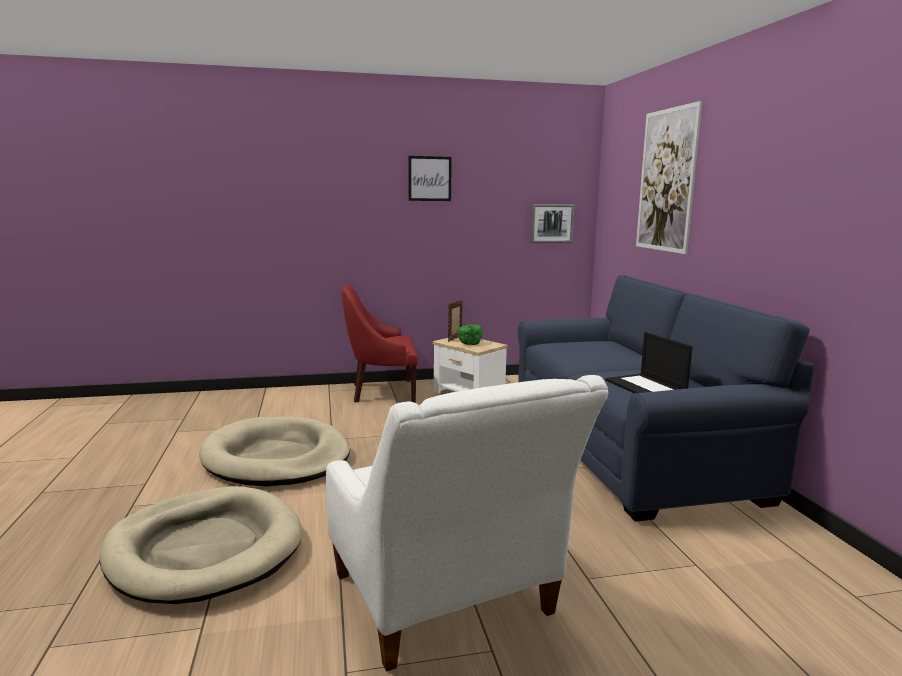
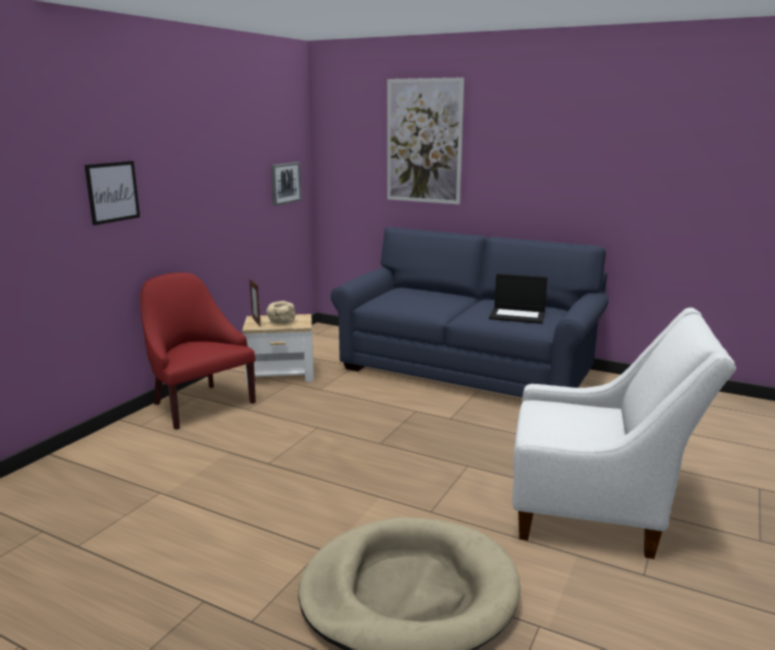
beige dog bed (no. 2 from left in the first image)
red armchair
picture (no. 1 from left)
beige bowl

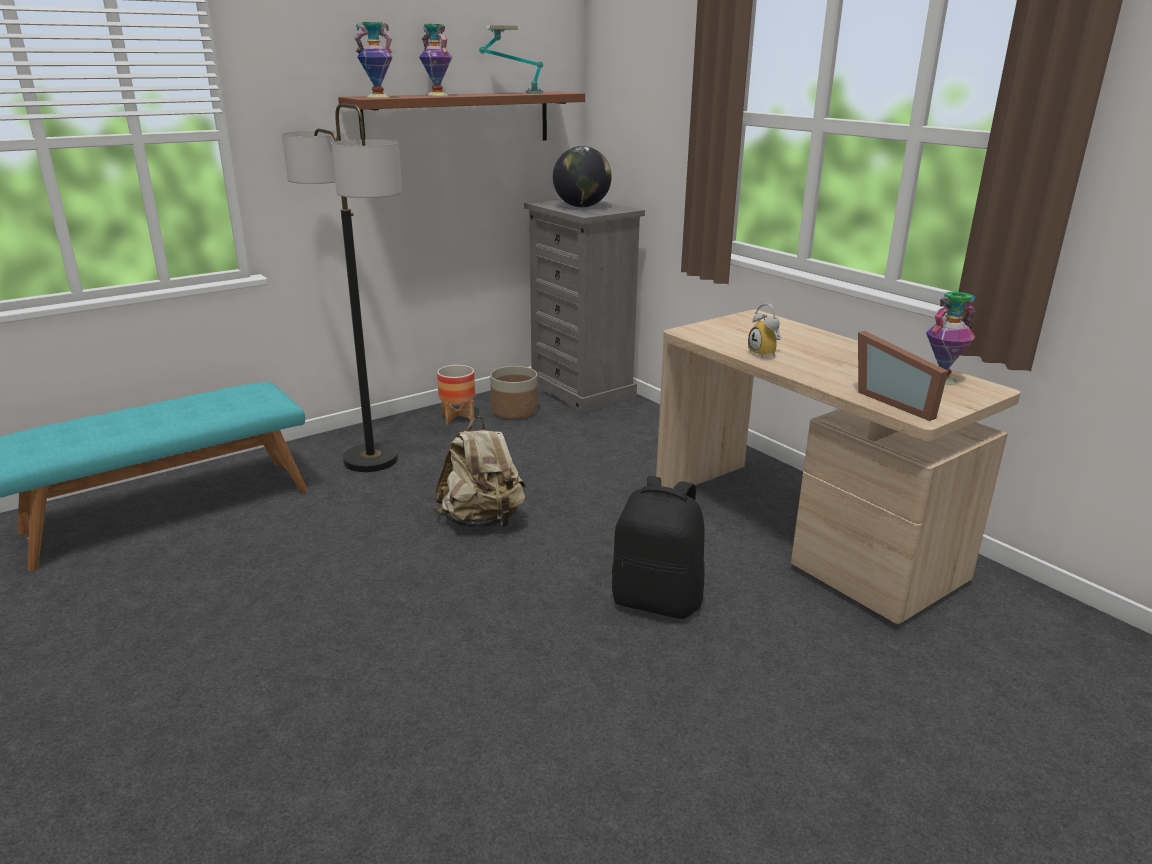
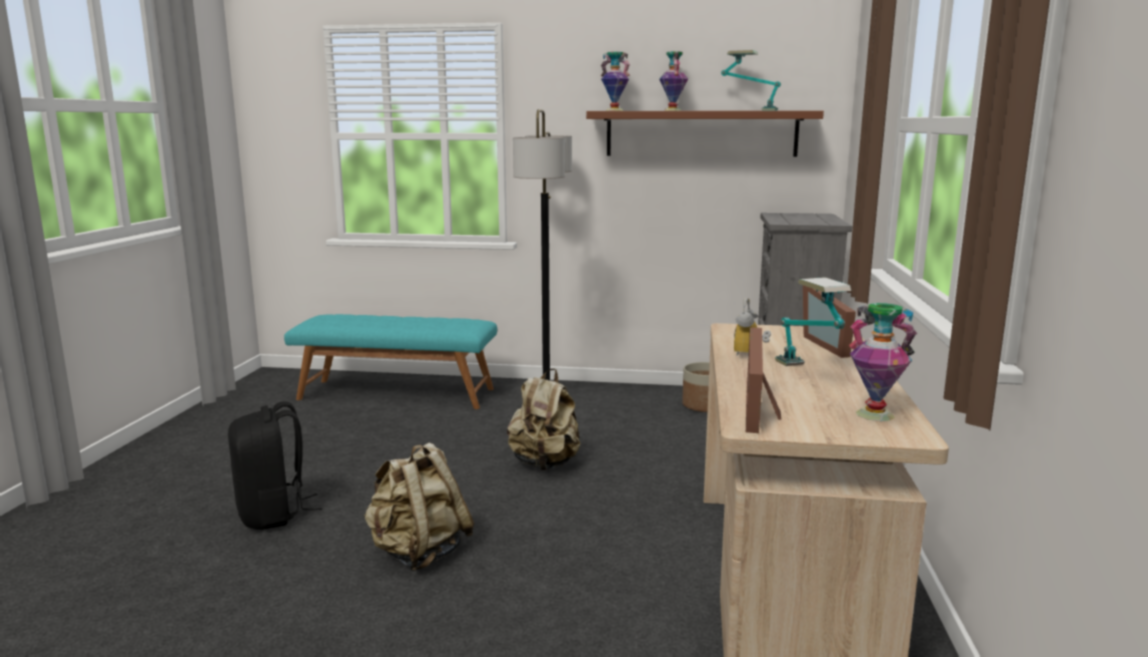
planter (no. 1 from left in the first image)
globe
black backpack
beige backpack (no. 1 from left)
table lamp (no. 2 from left)
picture frame (no. 2 from left)

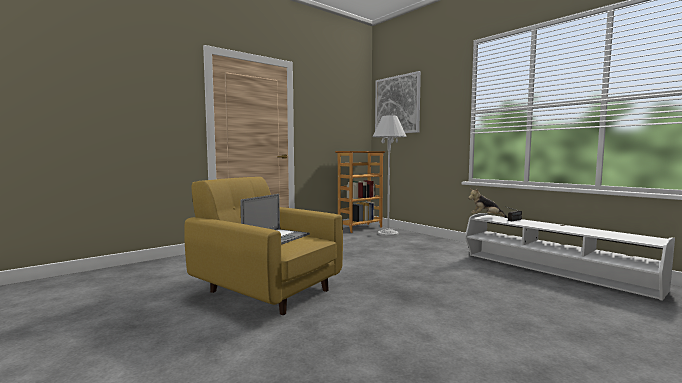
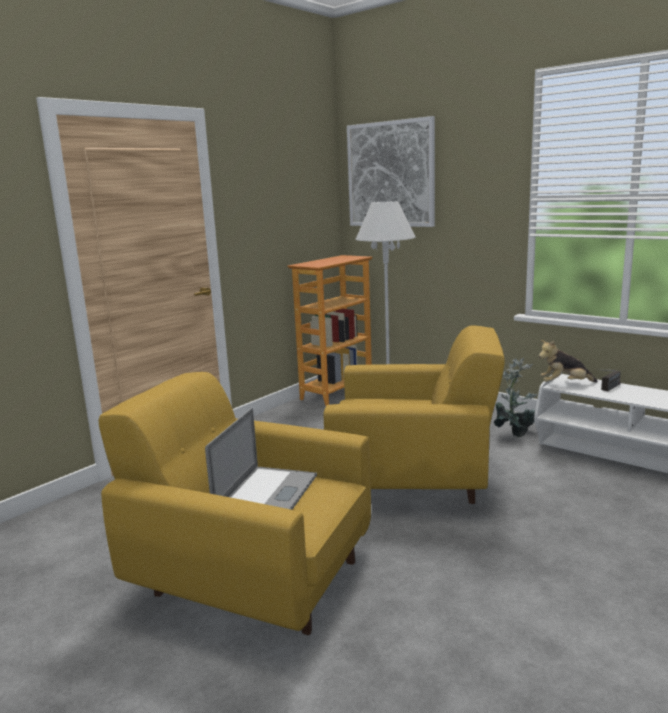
yellow armchair (no. 2 from left)
potted plant

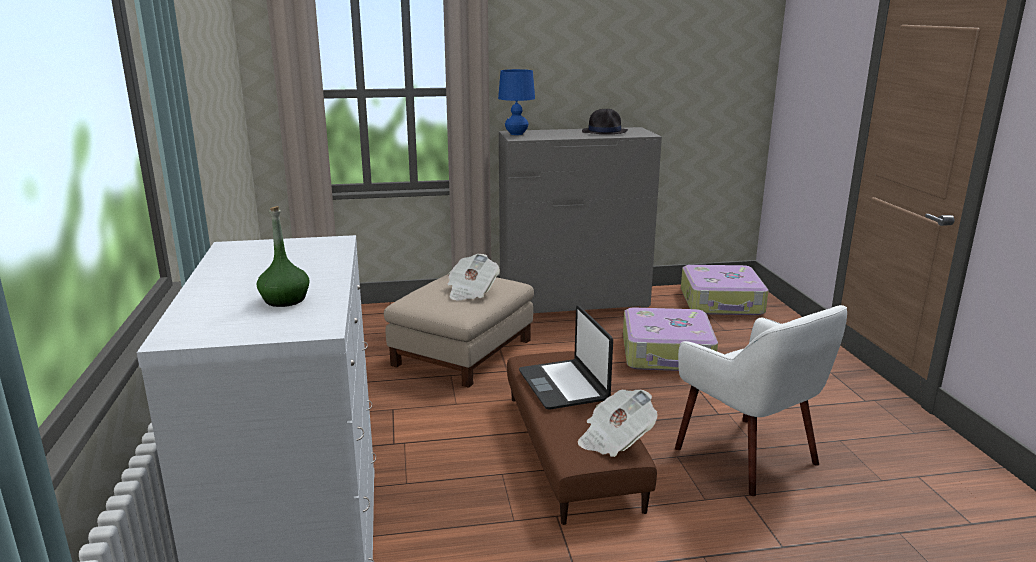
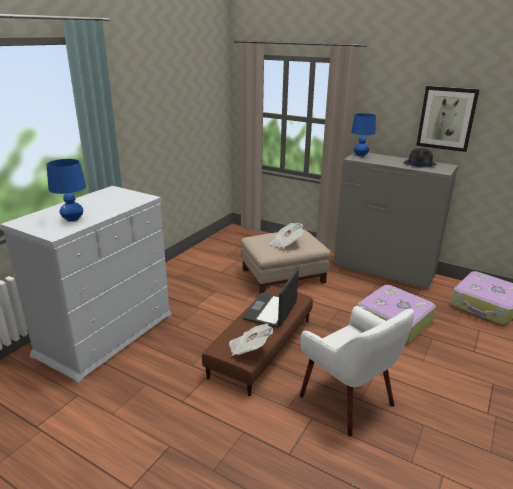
blue table lamp (no. 1 from left)
white armchair
picture

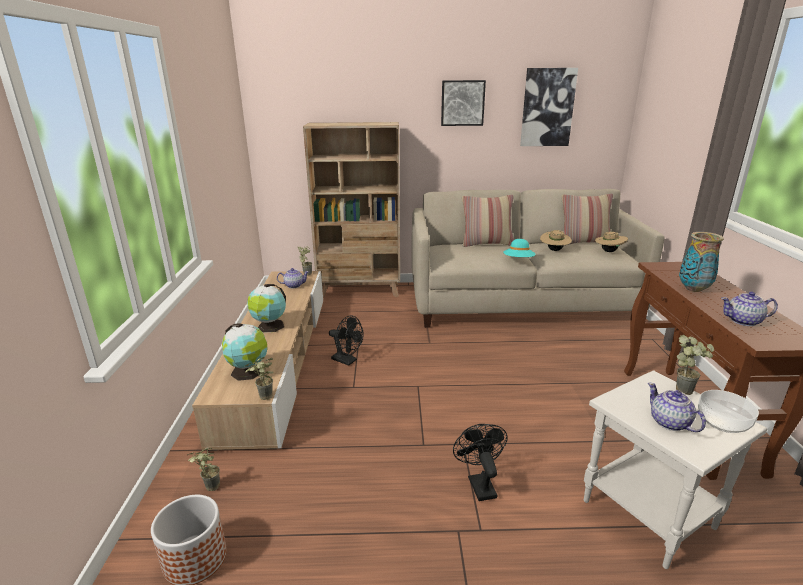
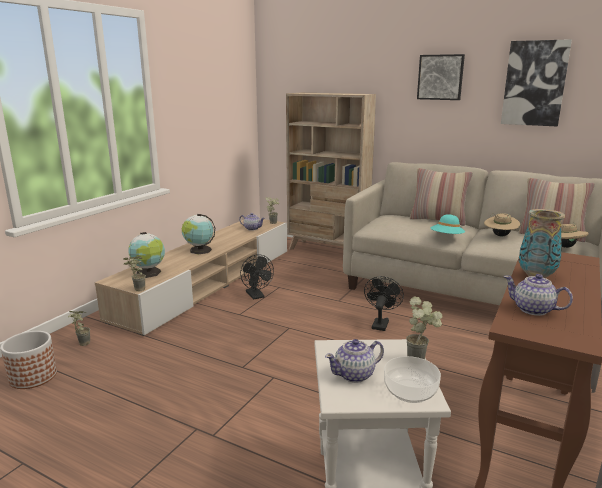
black fan (no. 2 from left)
teapot (no. 2 from left)

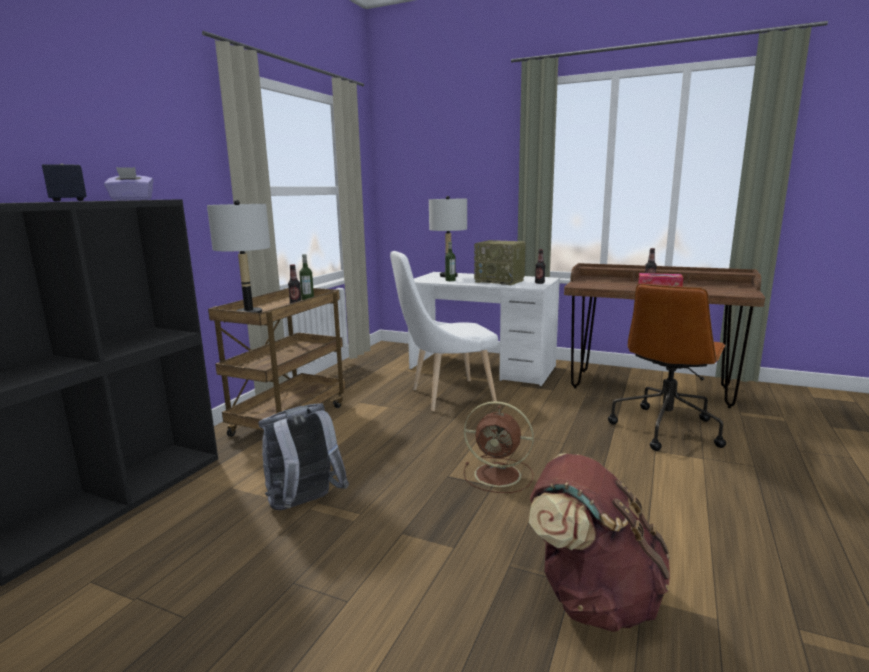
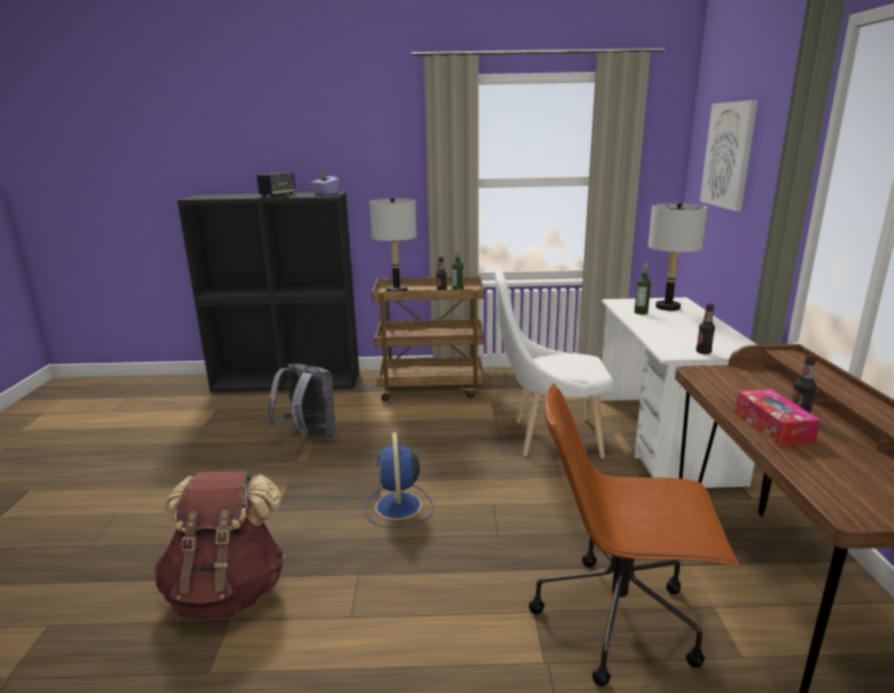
white chair
blue fan
radio
picture

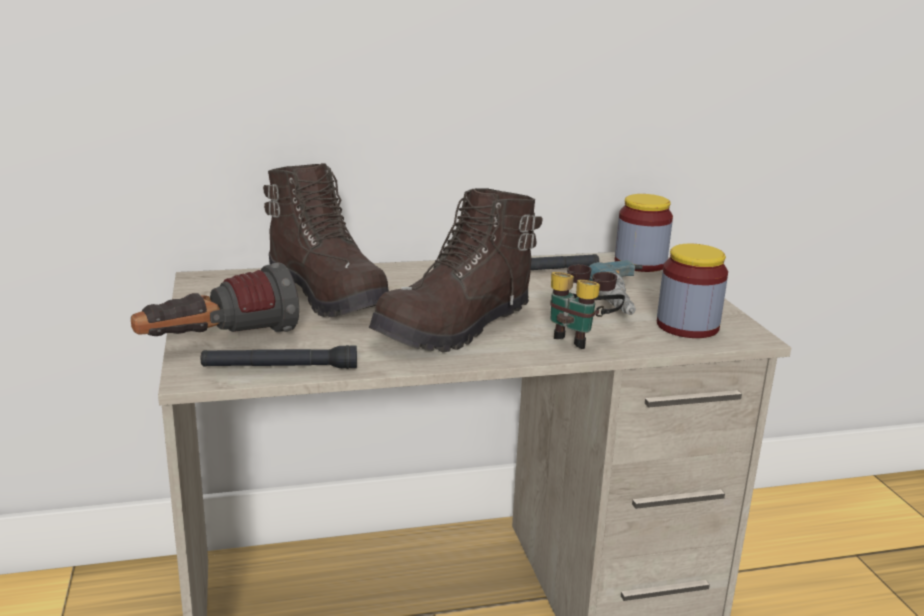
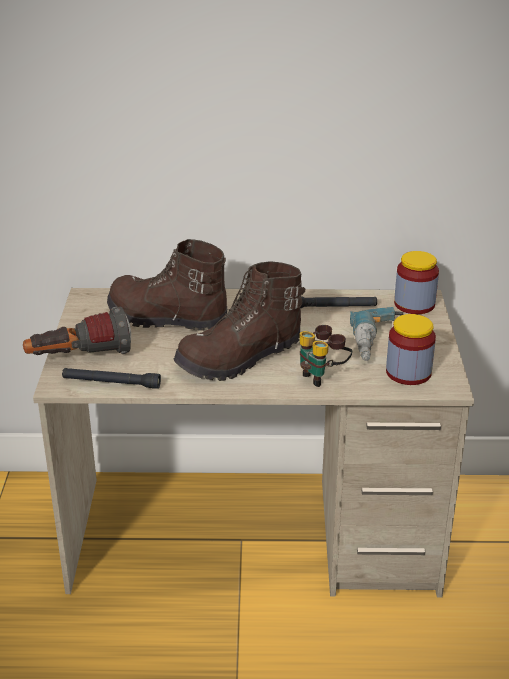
brown boot (no. 1 from left)

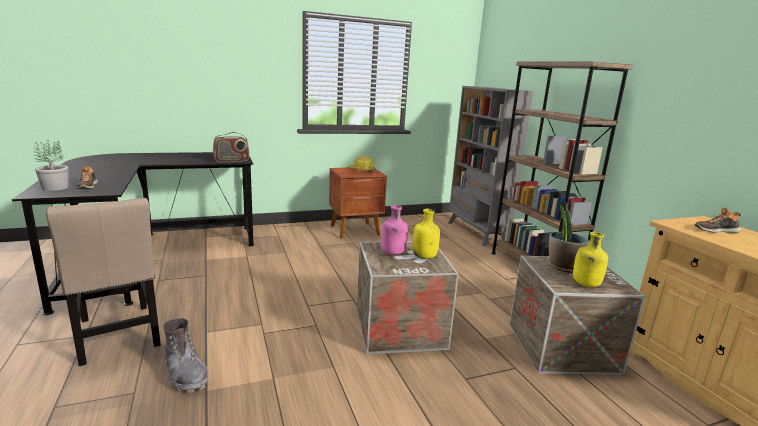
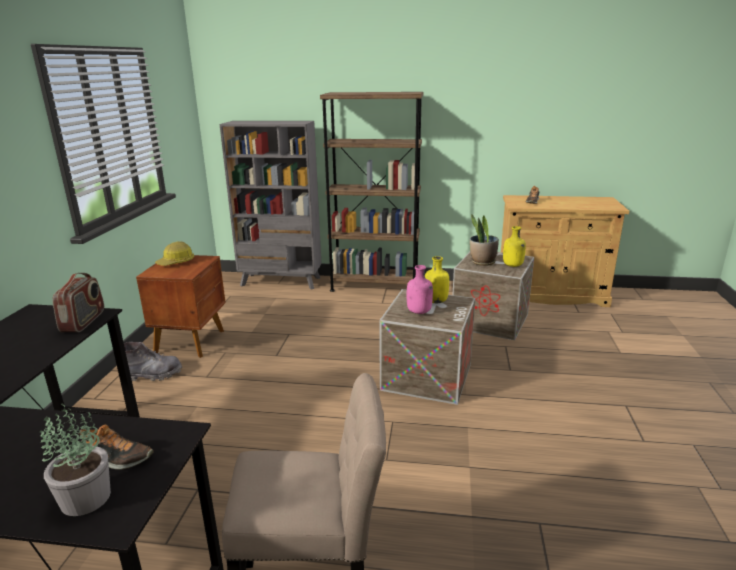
grey boot

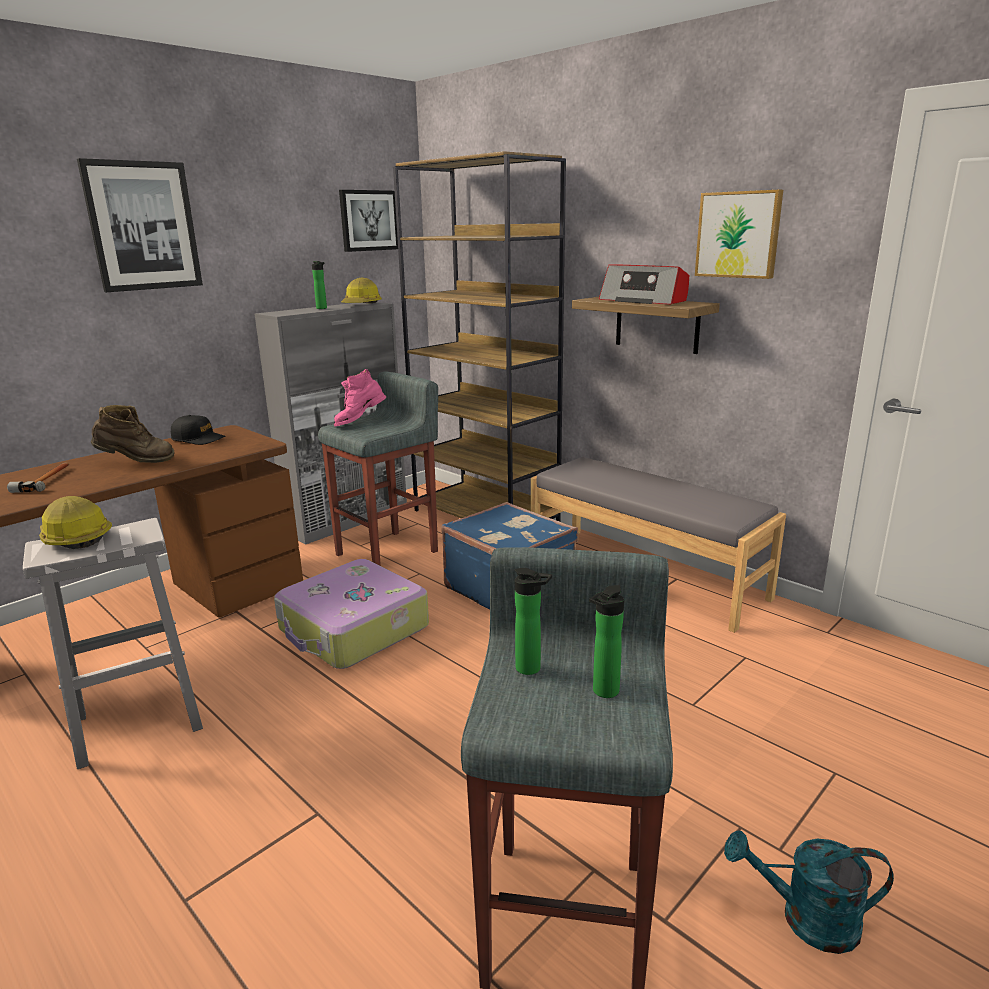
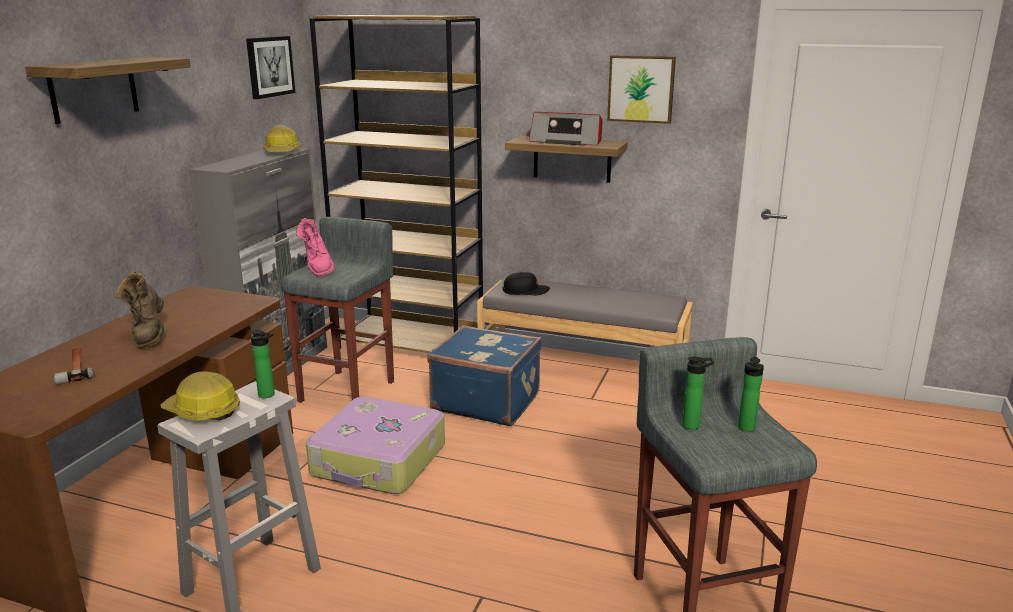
shelf (no. 1 from left)
brown boot
black cap
bottle (no. 1 from left)
pink boot
turquoise watering can

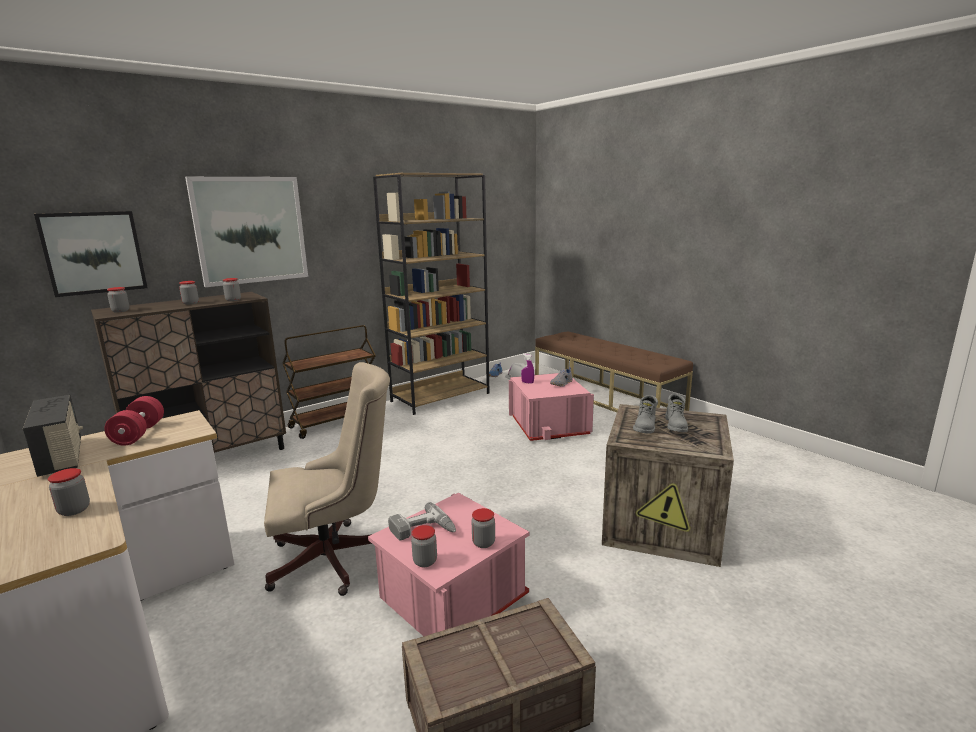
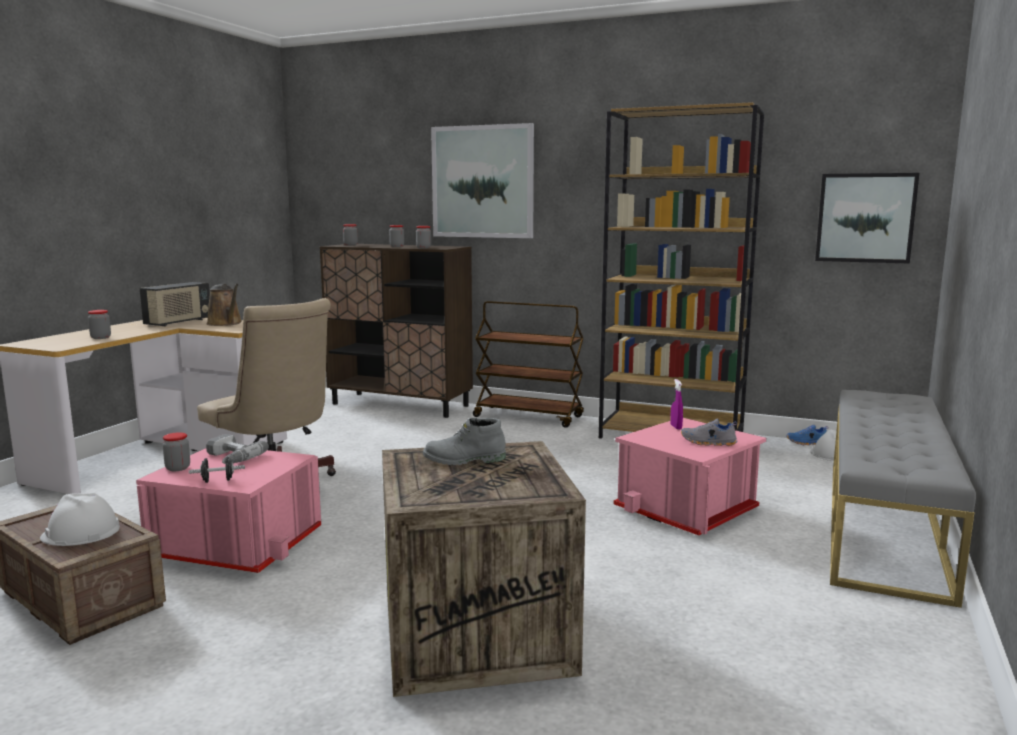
picture (no. 2 from left)
brown watering can
black dumbbell
grey bench
grey boot (no. 2 from left in the first image)
white hard hat (no. 1 from left)

